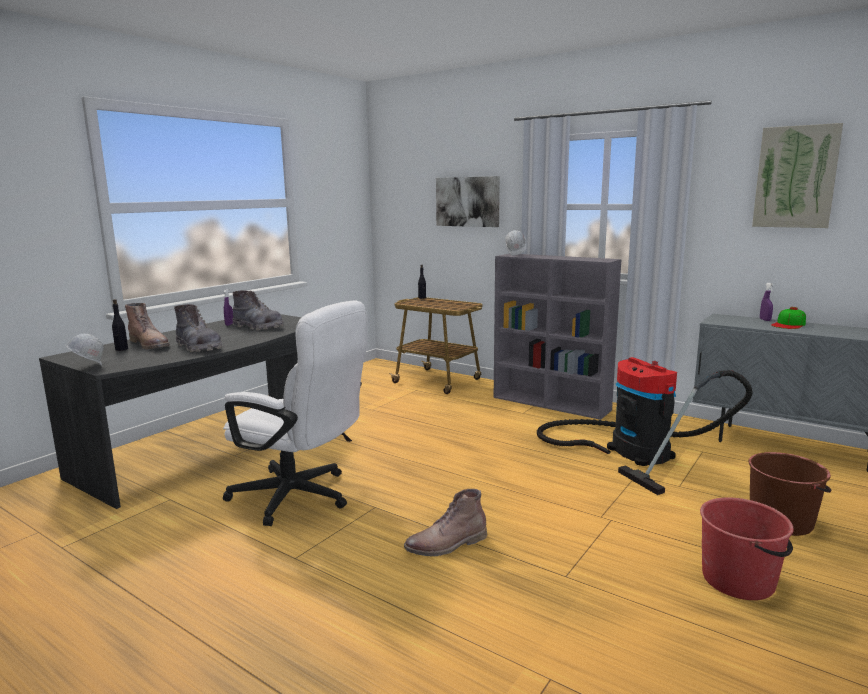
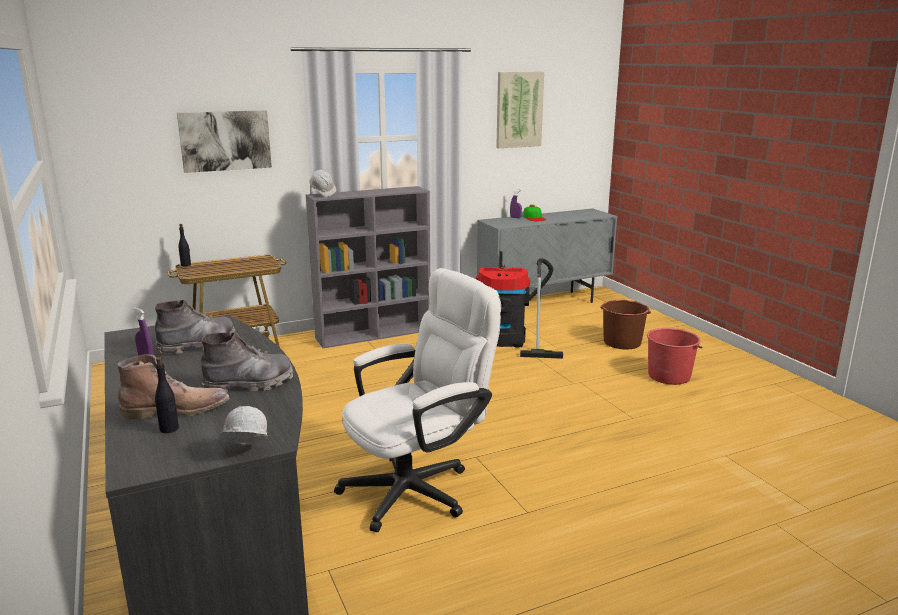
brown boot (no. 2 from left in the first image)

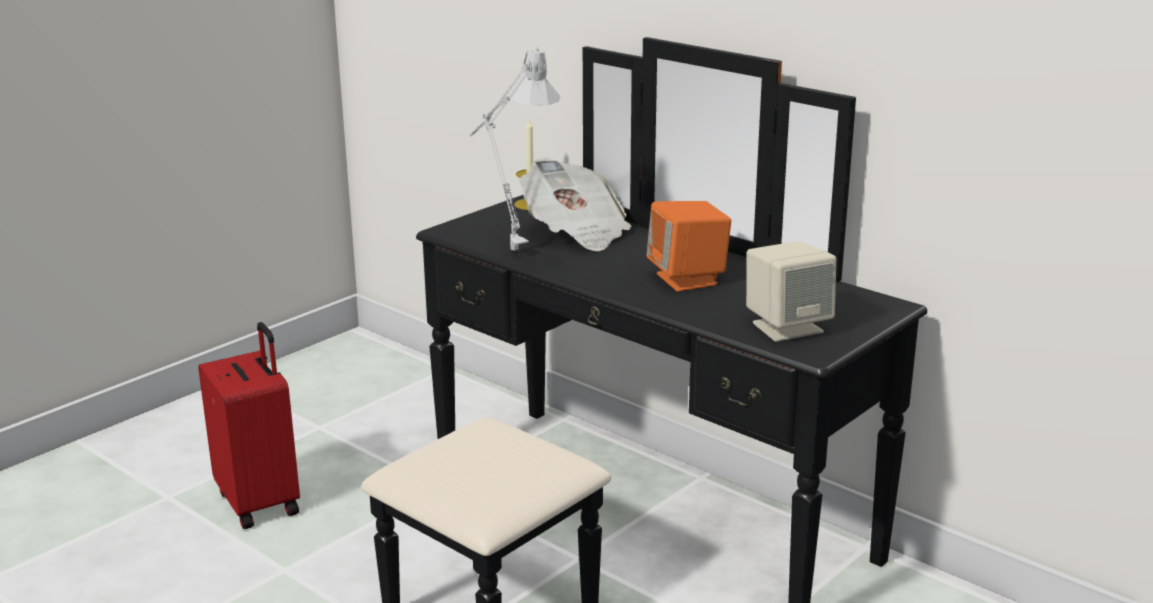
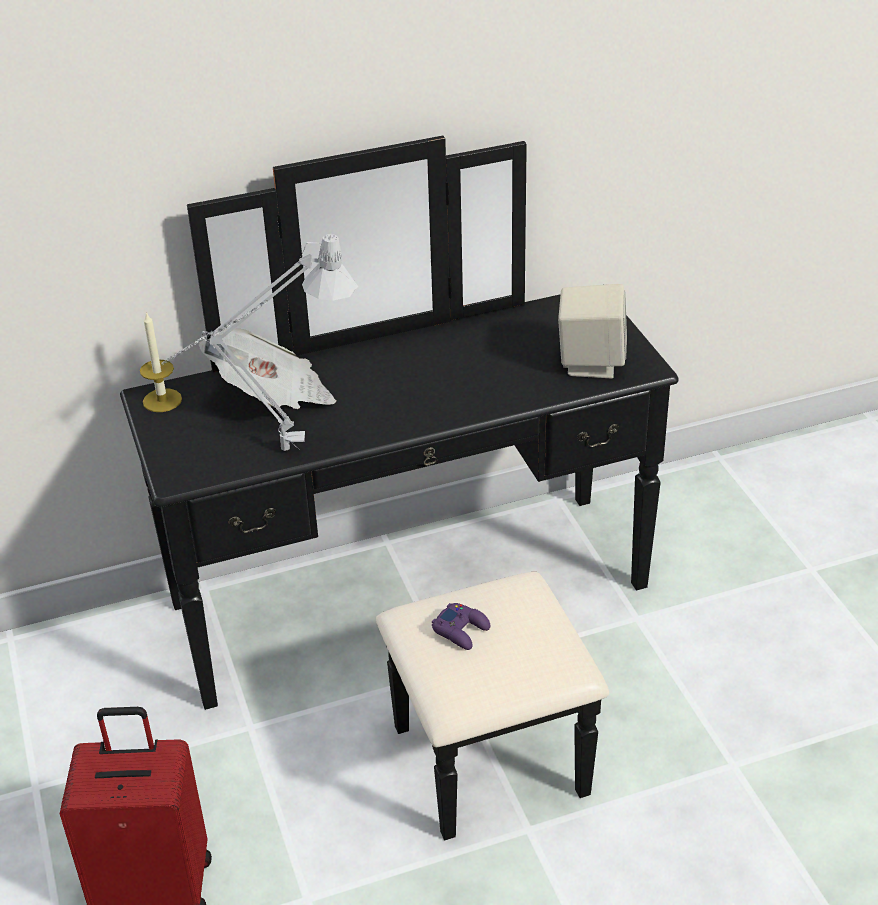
orange speaker
purple game controller

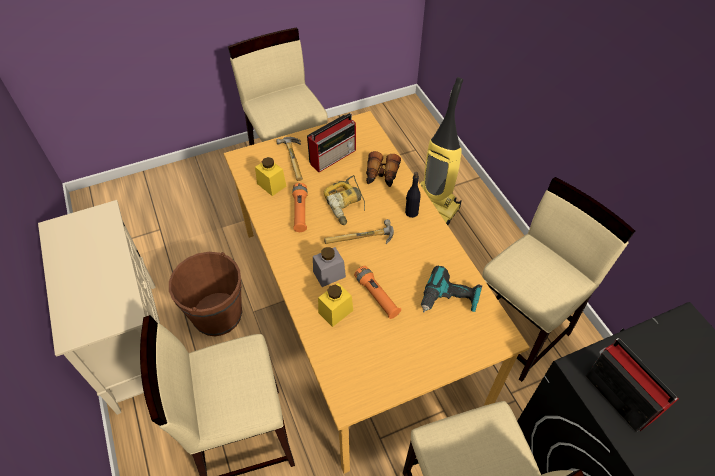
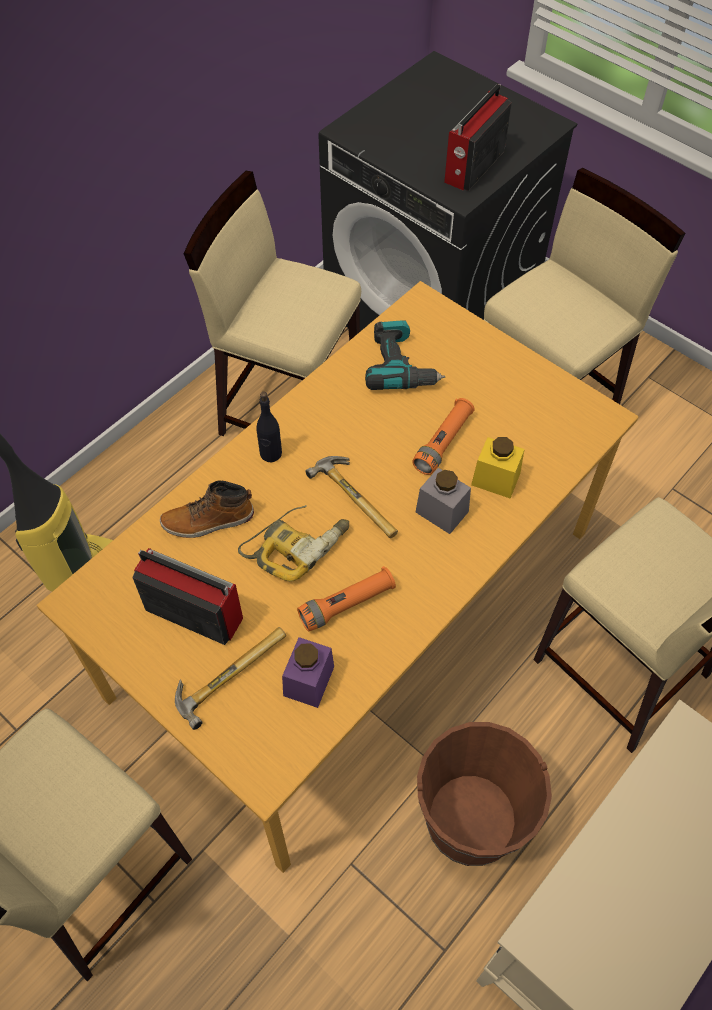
purple jar
boot

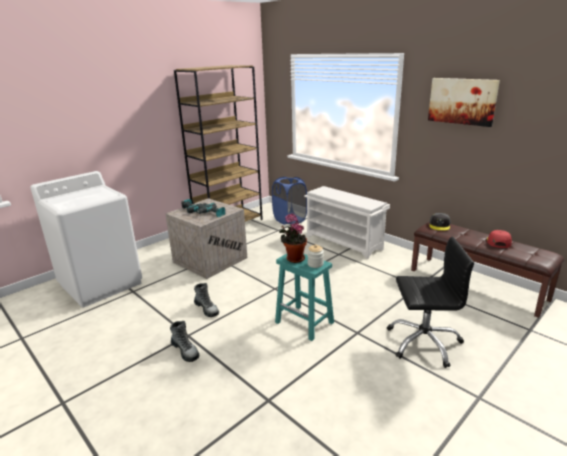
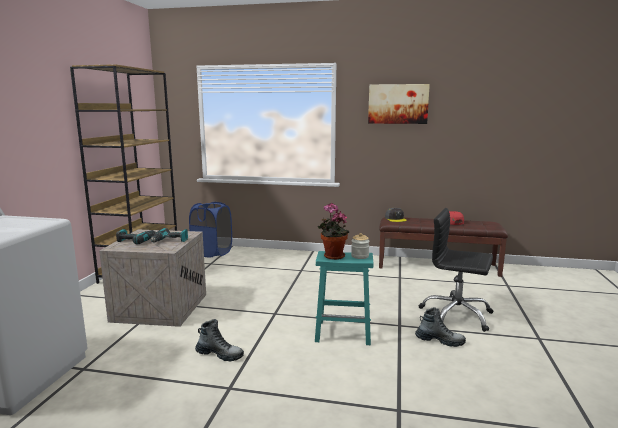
boot (no. 2 from left)
white shoe rack
black office chair

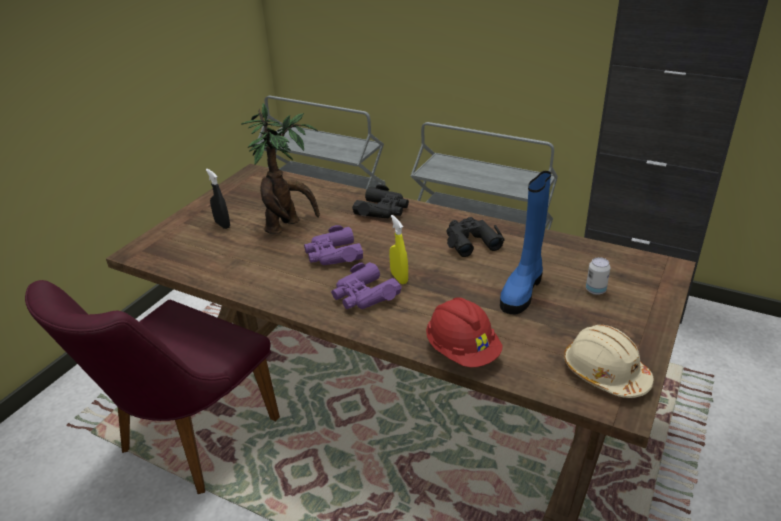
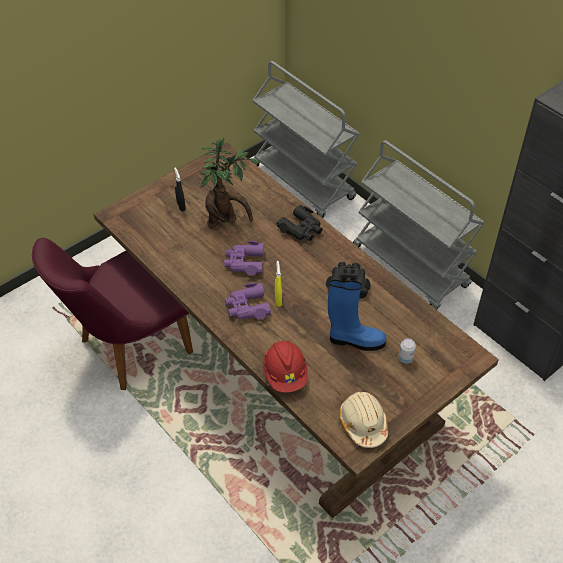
blue boot

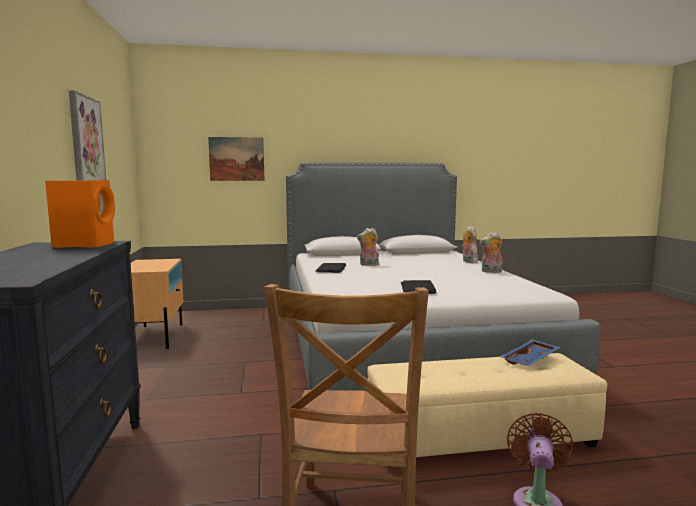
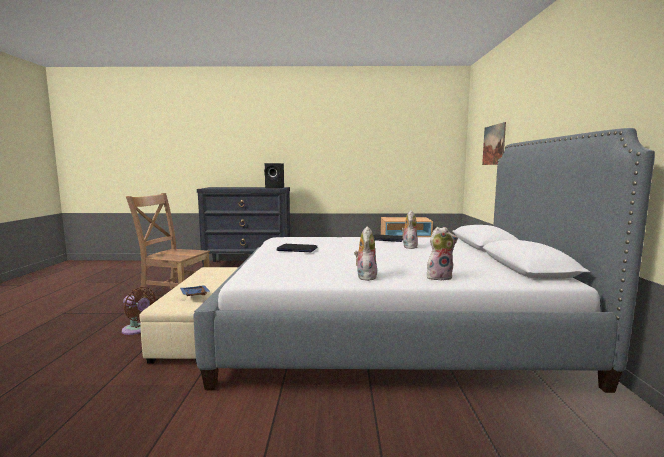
black speaker
picture (no. 1 from left in the first image)

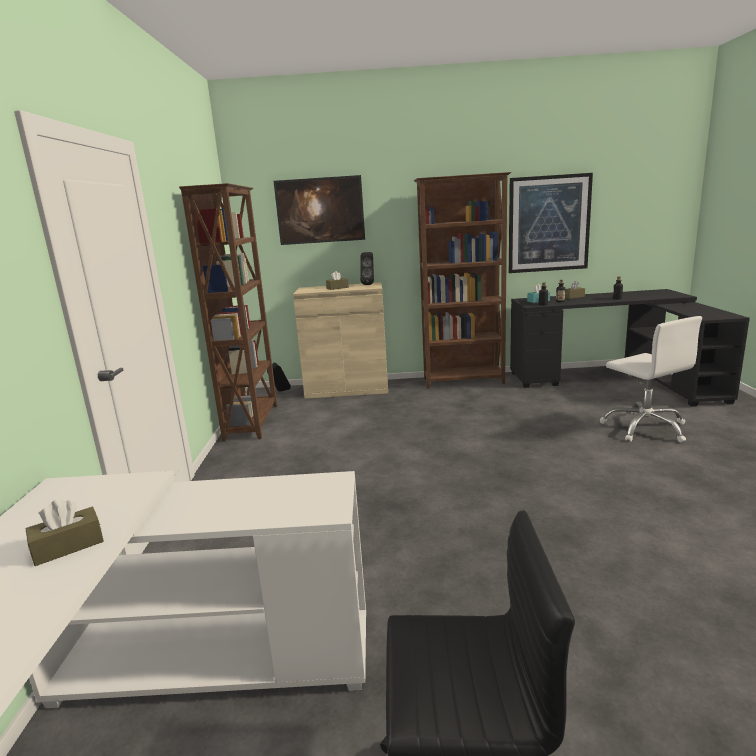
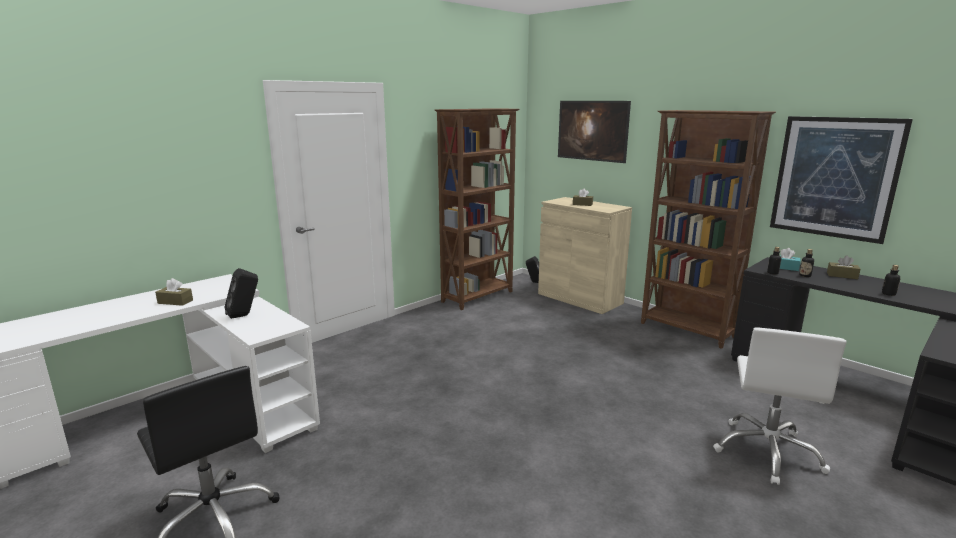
black speaker (no. 1 from left)

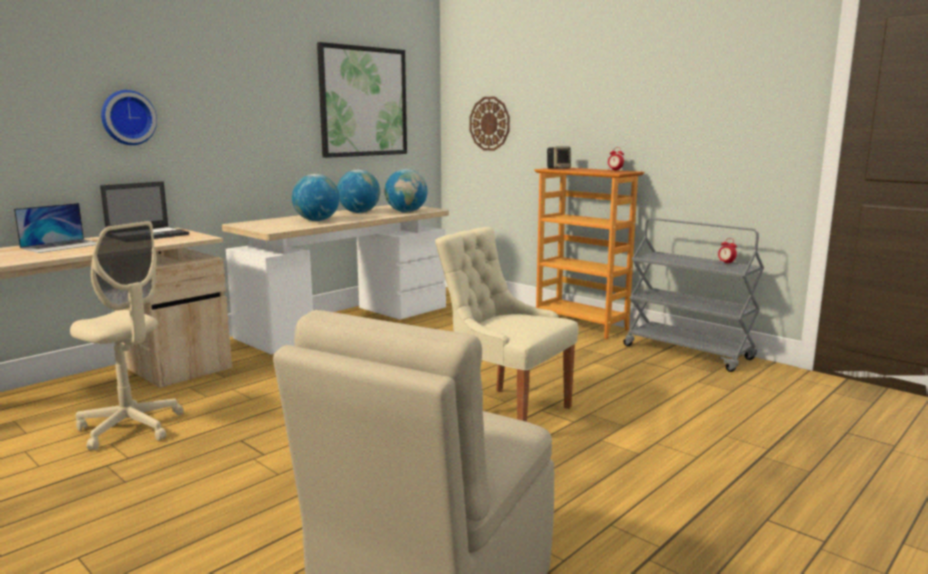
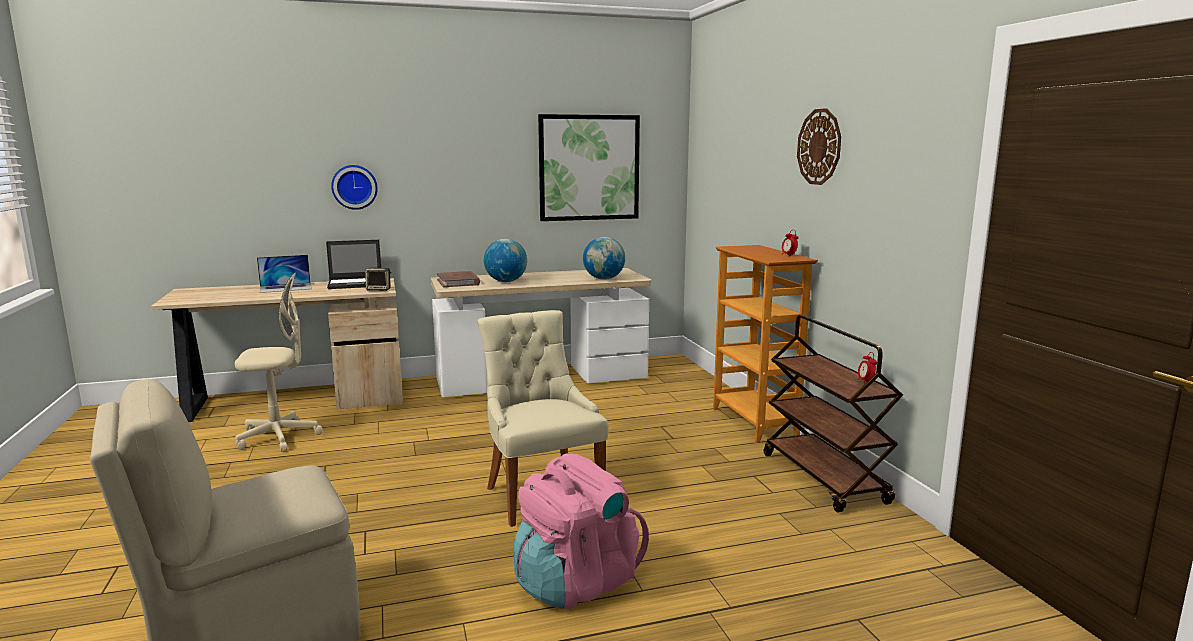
beige office chair
globe (no. 2 from left in the first image)
wall clock (no. 2 from left)
speaker
brown cart
brown book
pink backpack

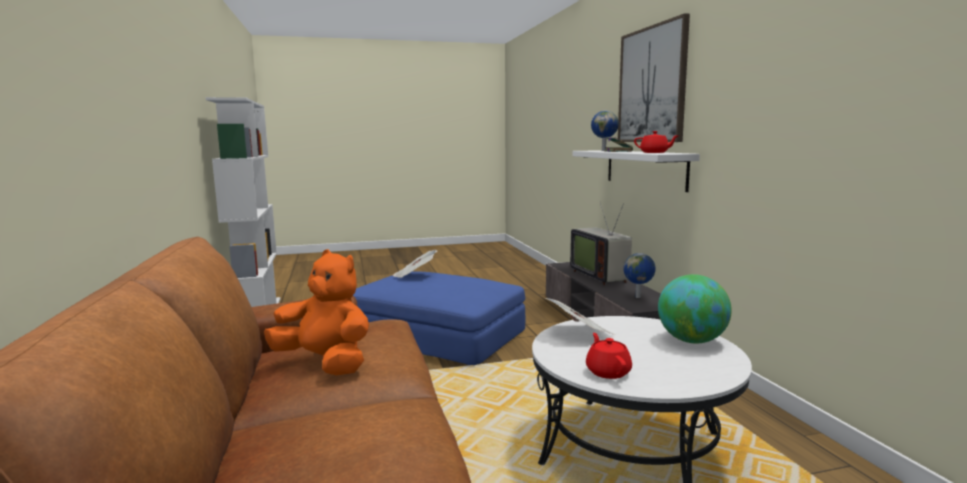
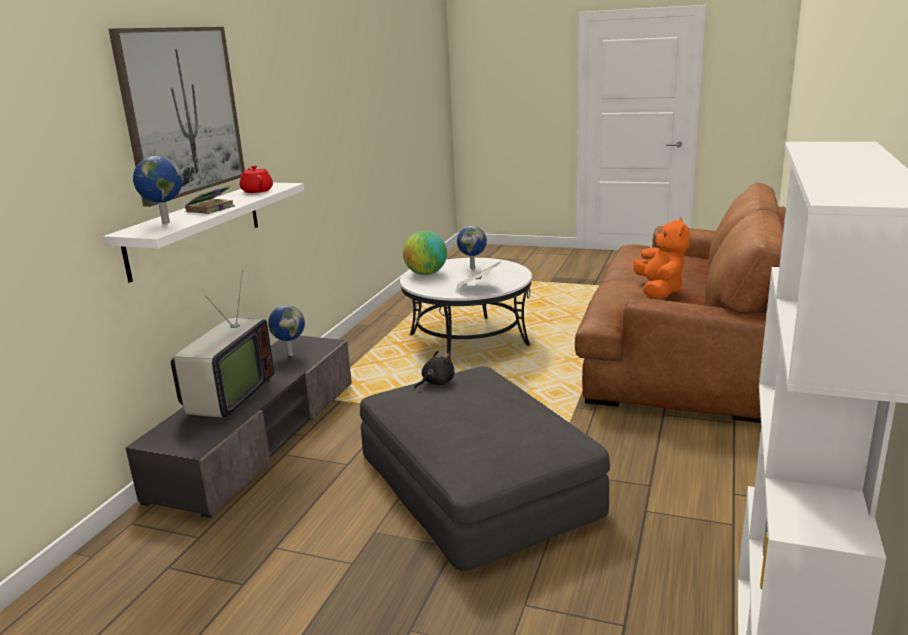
orange plush toy
grey ottoman
newspaper (no. 1 from left in the first image)
red teapot (no. 1 from left in the first image)
black plush toy
globe (no. 4 from left)

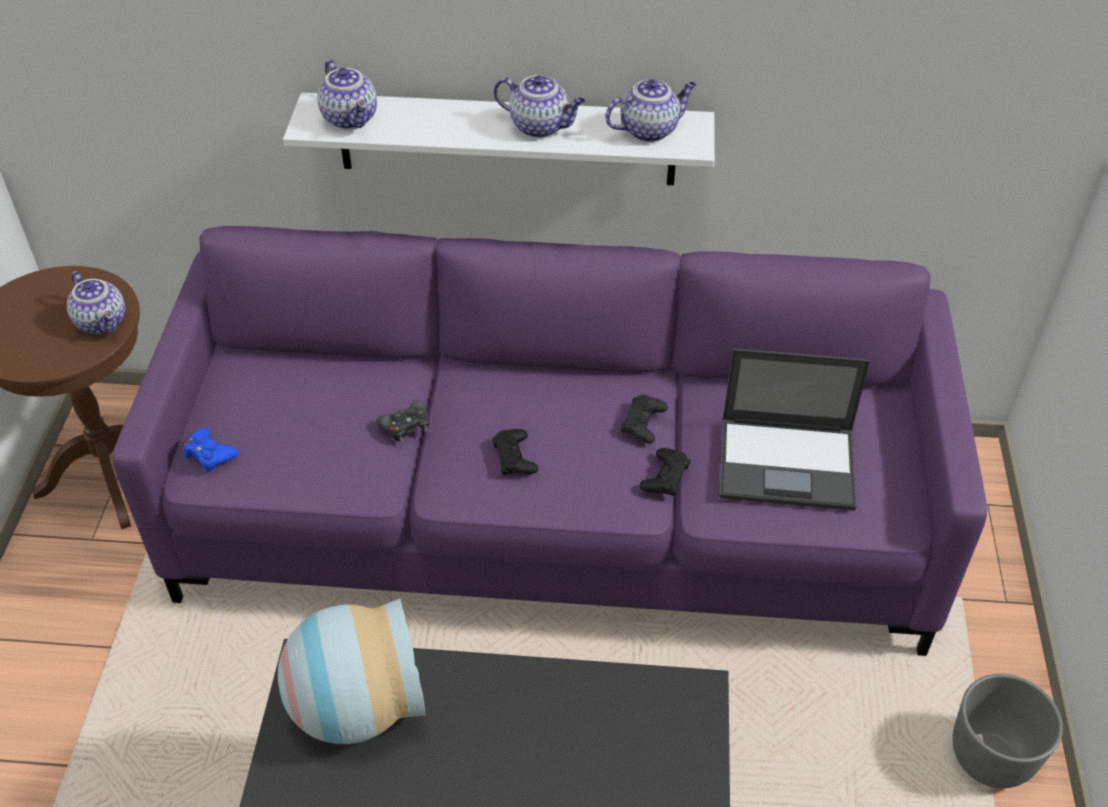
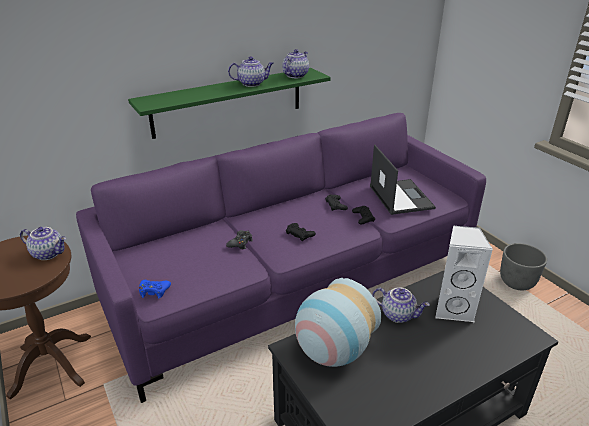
green shelf
teapot (no. 4 from left)
laptop
white speaker

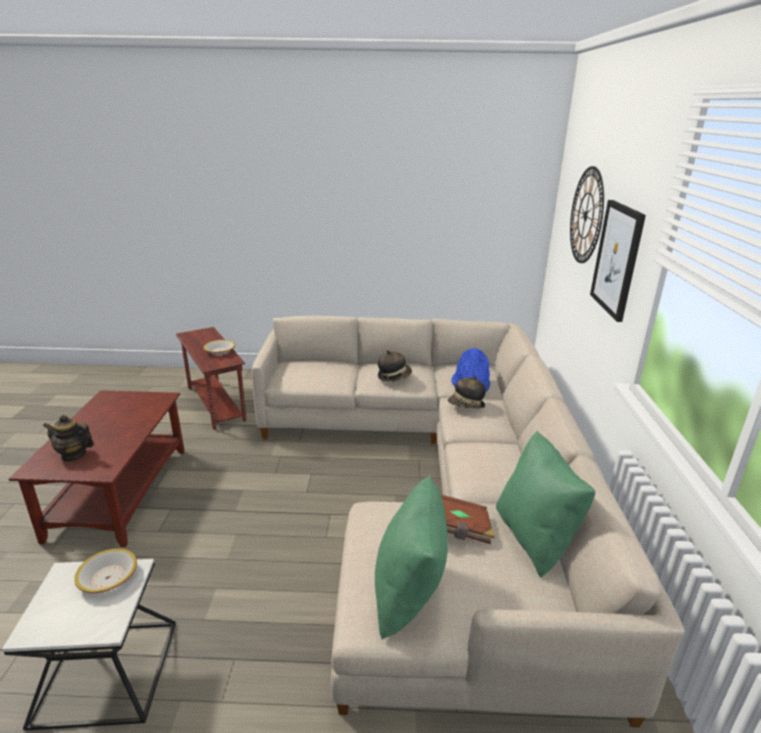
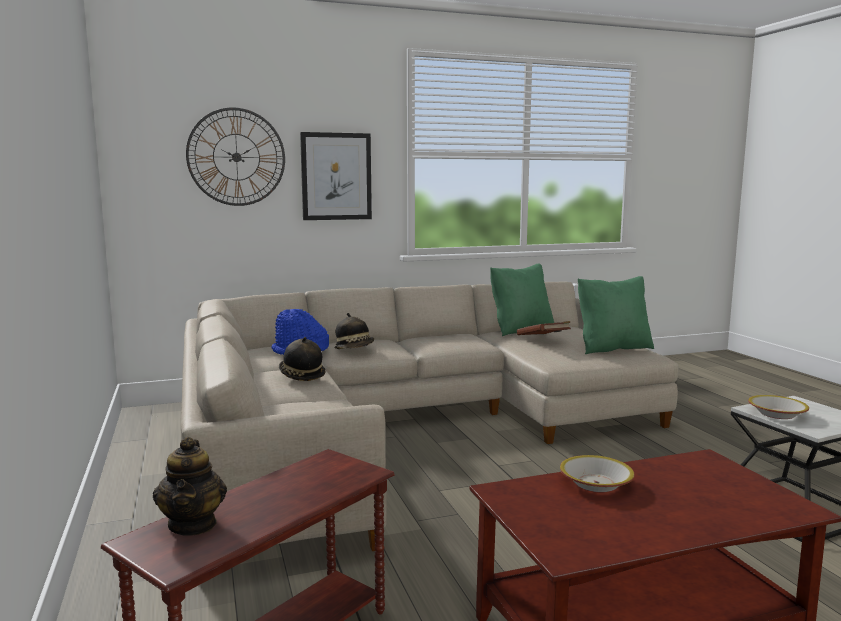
teapot
bowl (no. 1 from left)

